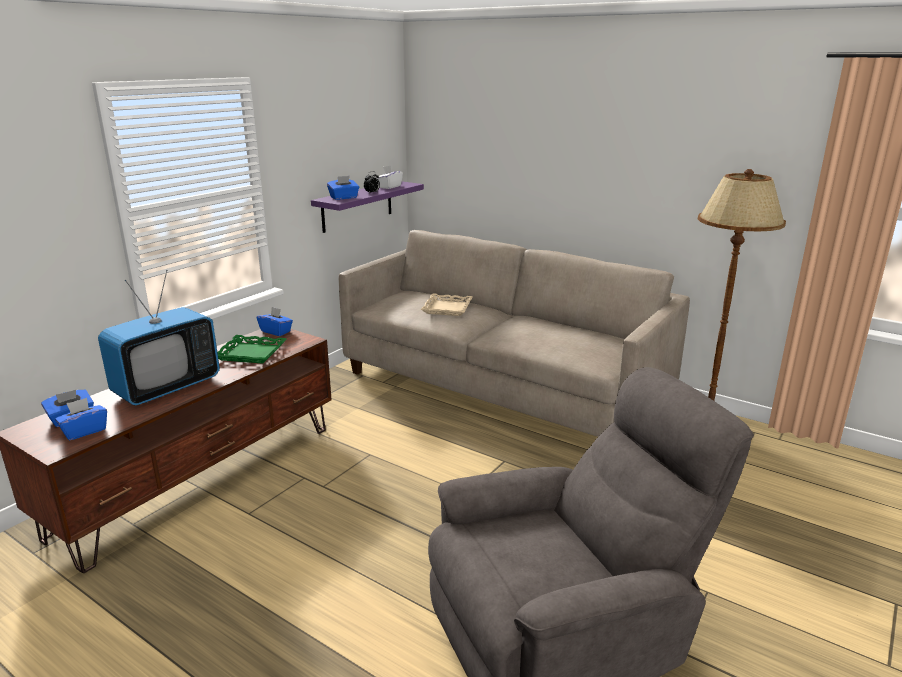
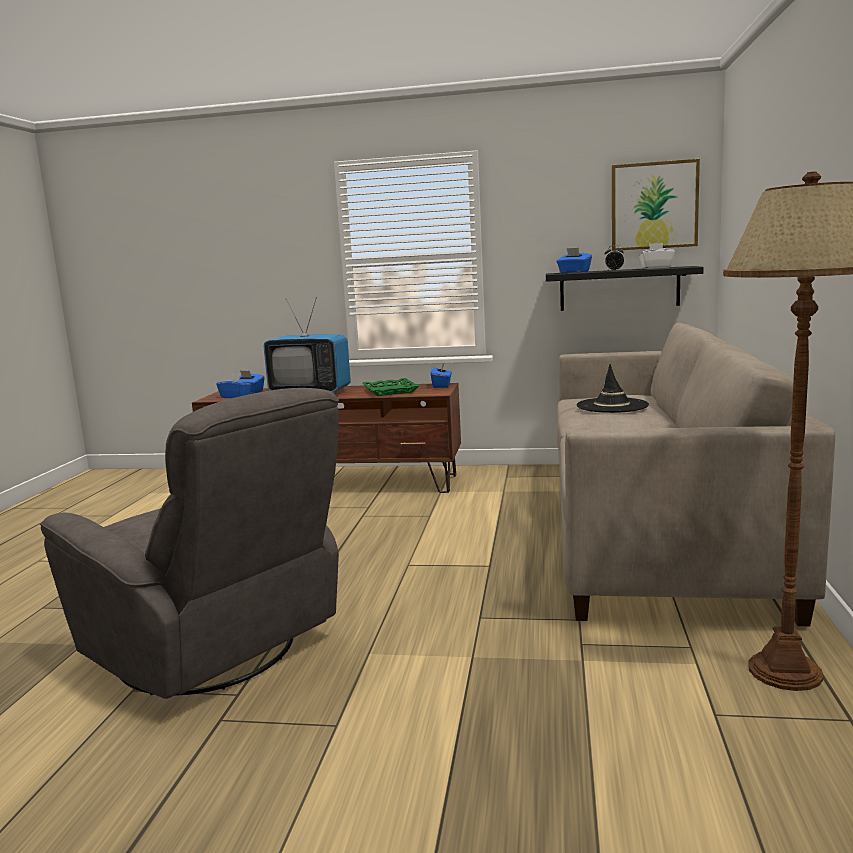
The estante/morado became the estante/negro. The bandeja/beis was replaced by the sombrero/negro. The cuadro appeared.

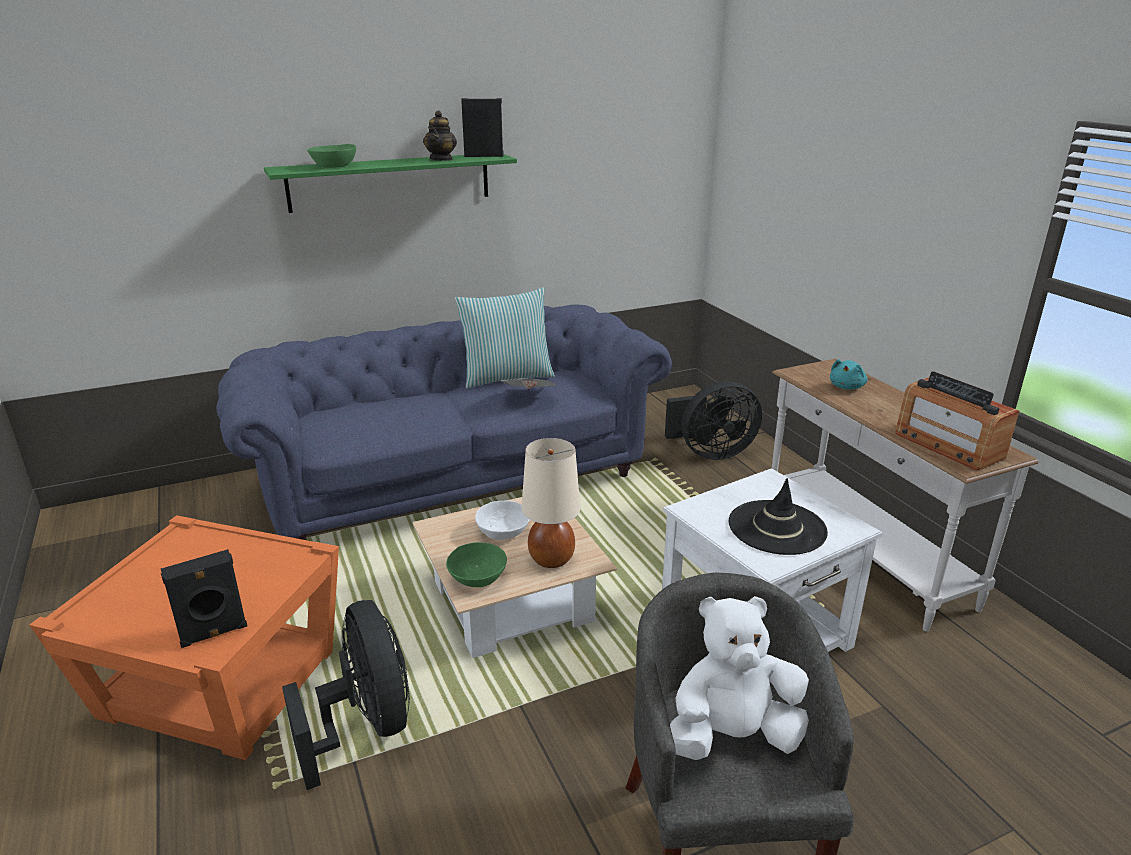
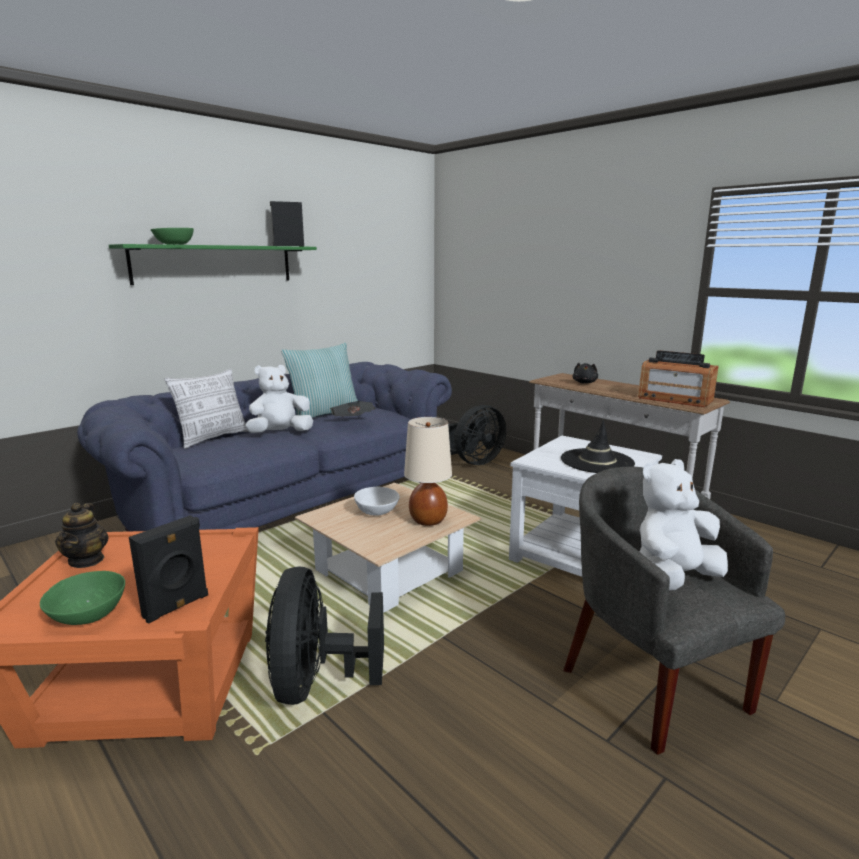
The ventilador/negro (1st from left) turned 135 degrees counterclockwise. The tetera moved. The cuenco/verde (2nd from left in the first image) moved. The peluche/turquesa became the peluche/negro. The cojín (1st from left) appeared. The peluche/blanco (1st from left) appeared.

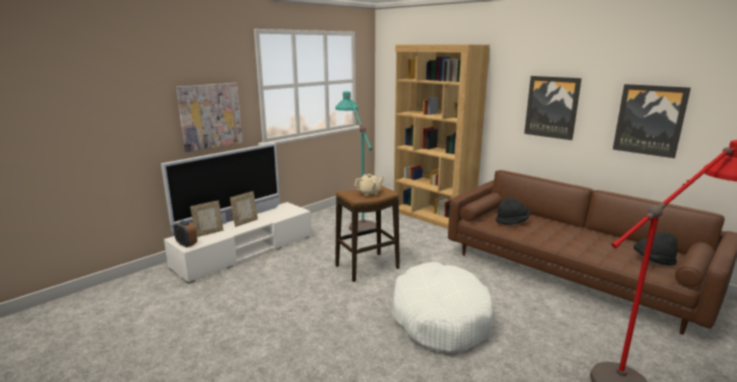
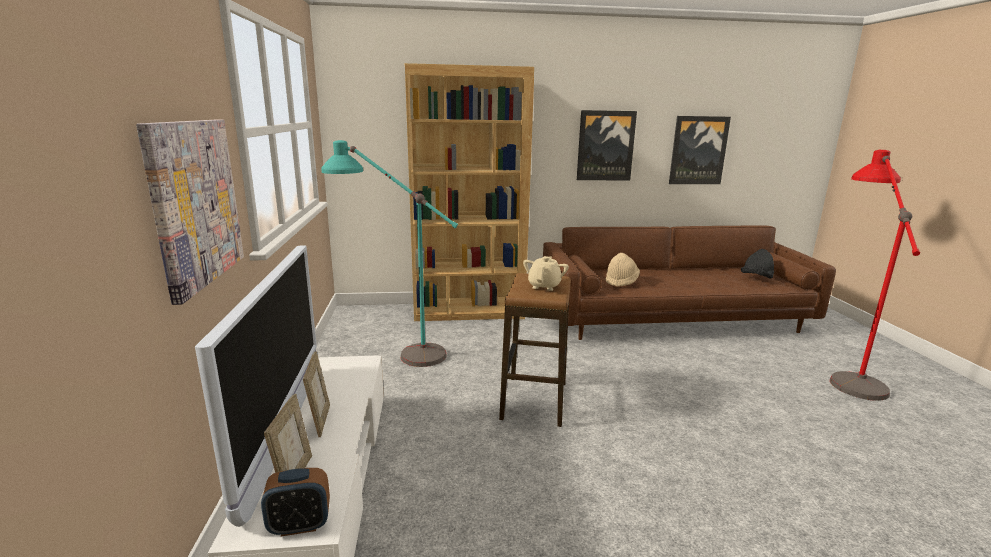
The cama para perro/blanco disappeared. The sombrero/negro (1st from left) became the sombrero/beis.

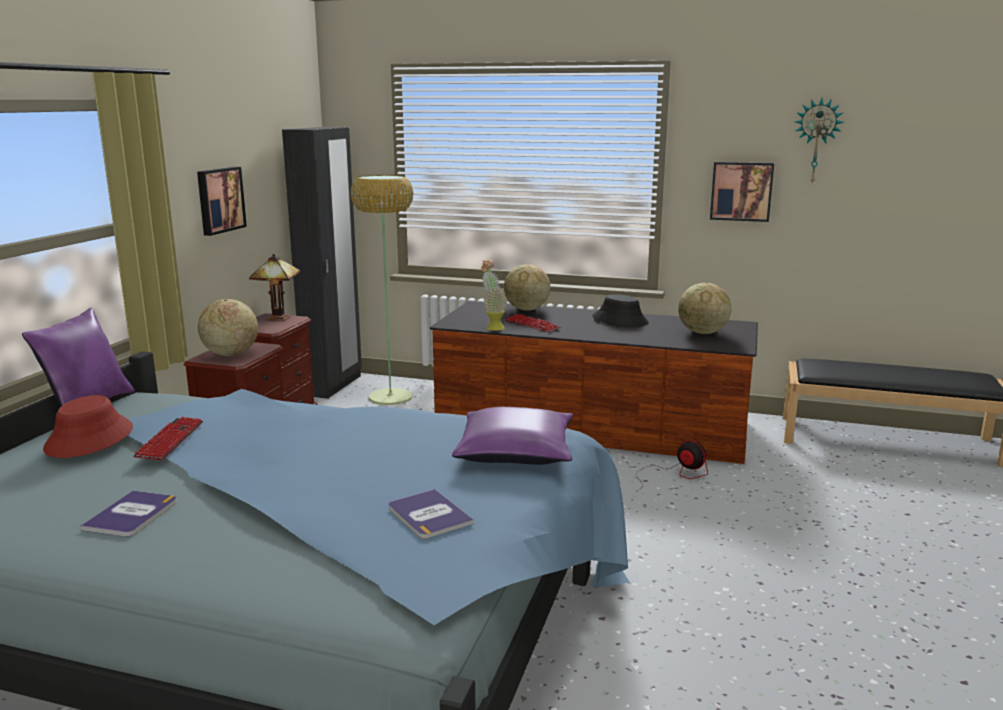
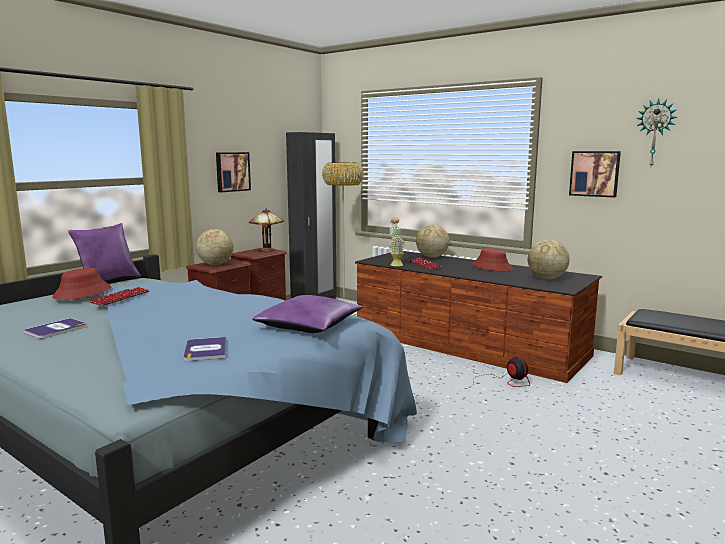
The sombrero/negro became the sombrero/rojo (2nd from left).

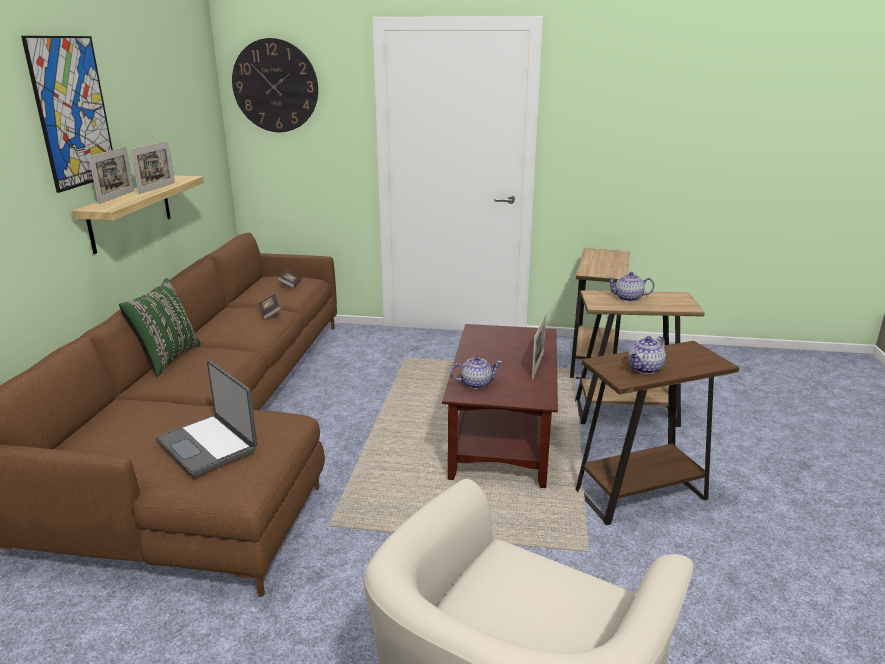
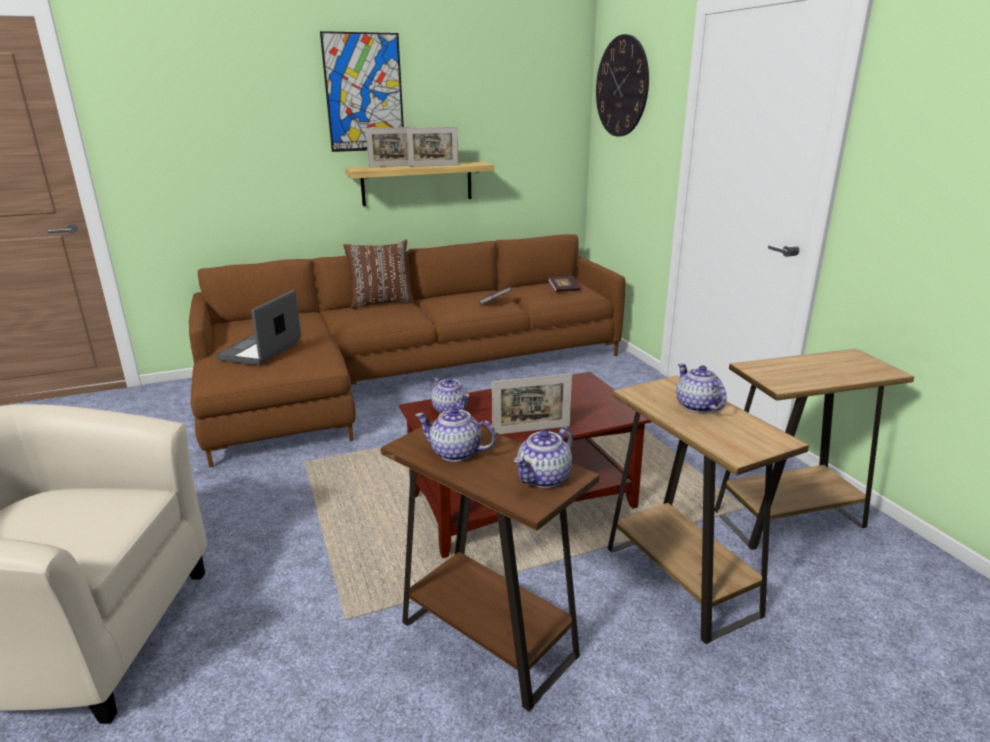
The cojín/verde became the cojín/marrón. The tetera (3rd from left) appeared.

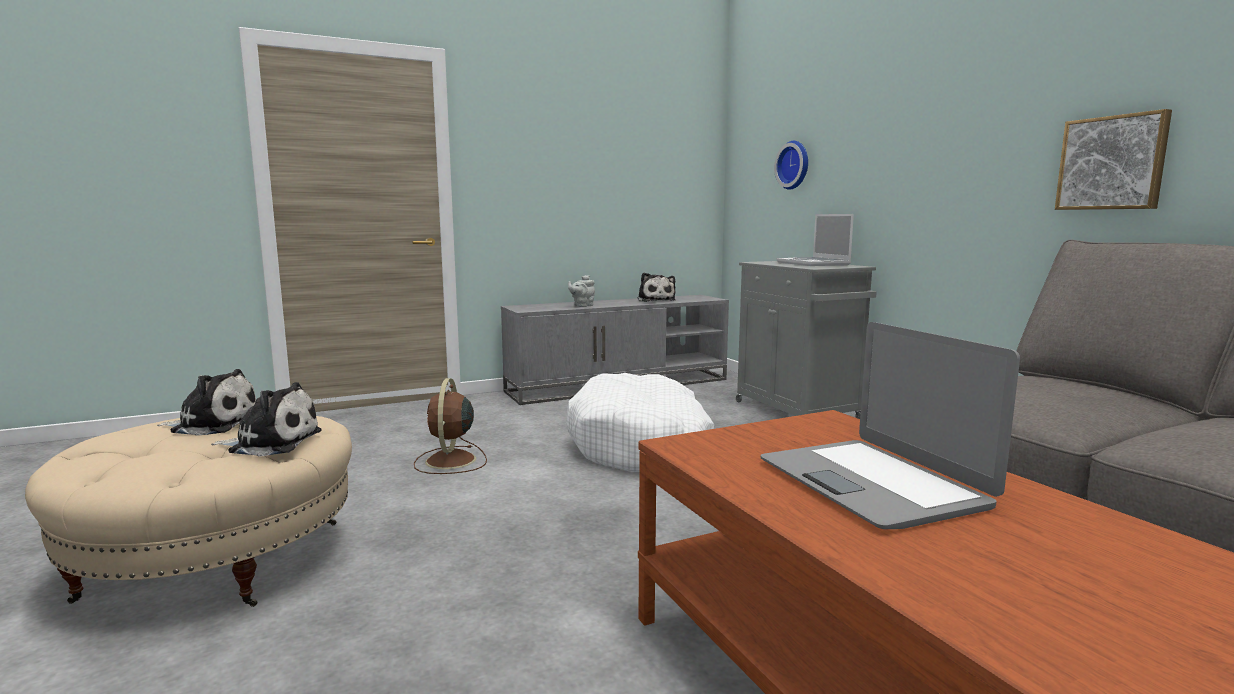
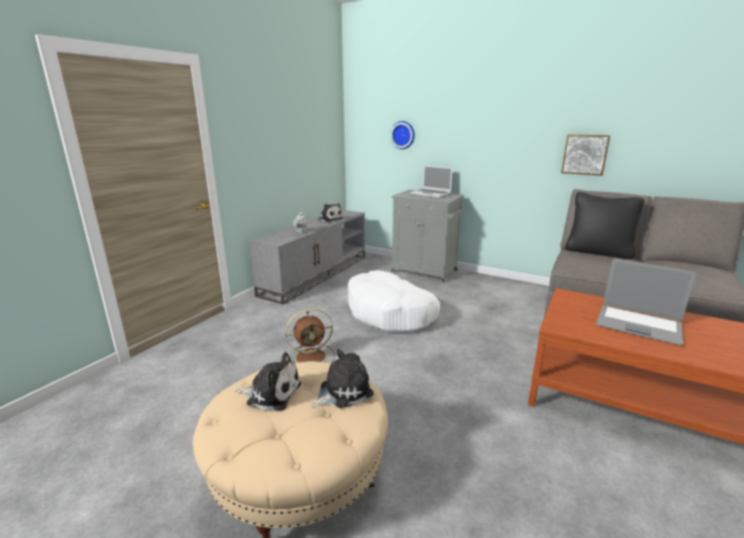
The peluche (1st from left) turned 45 degrees clockwise. The ventilador/marrón turned 75 degrees counterclockwise. The cojín/negro appeared.

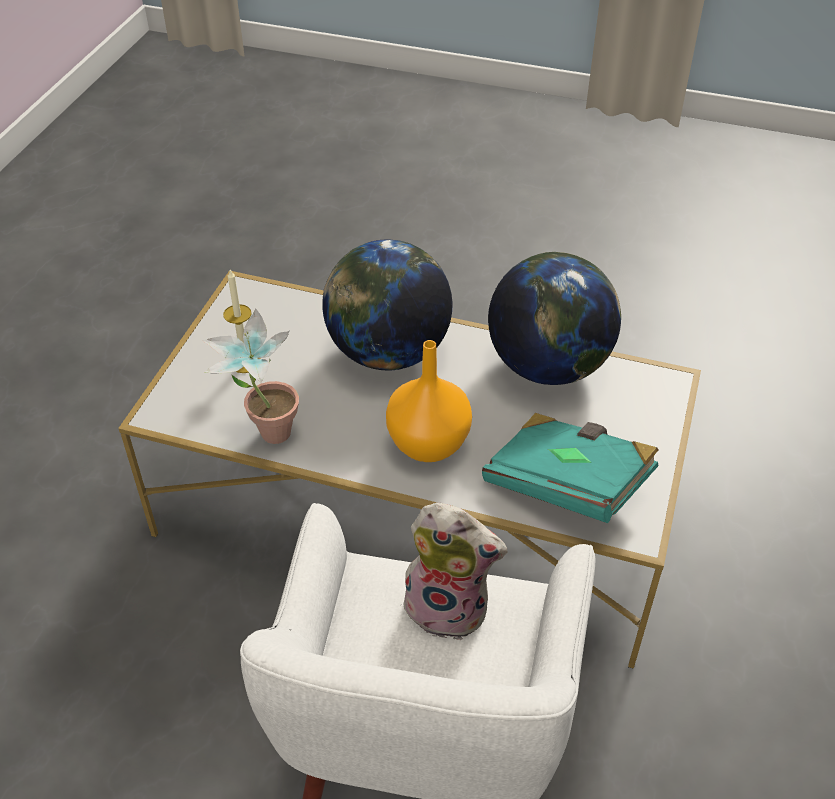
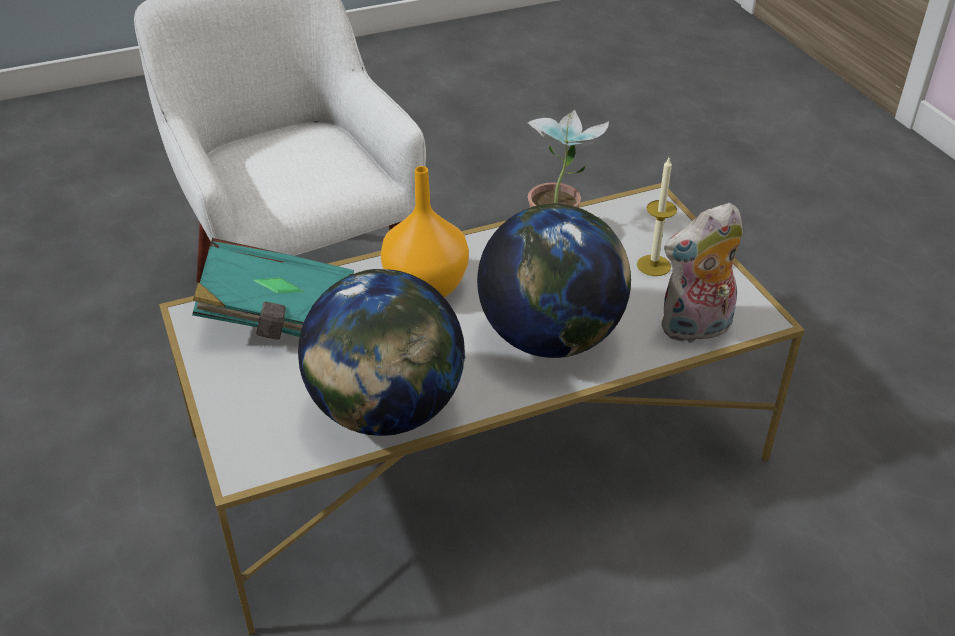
The peluche moved.

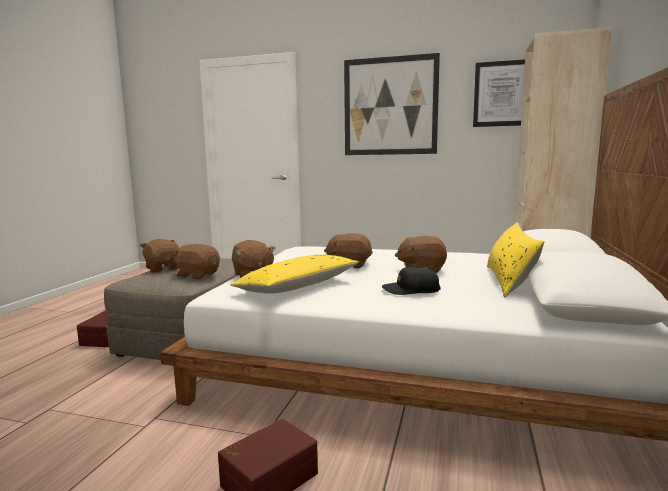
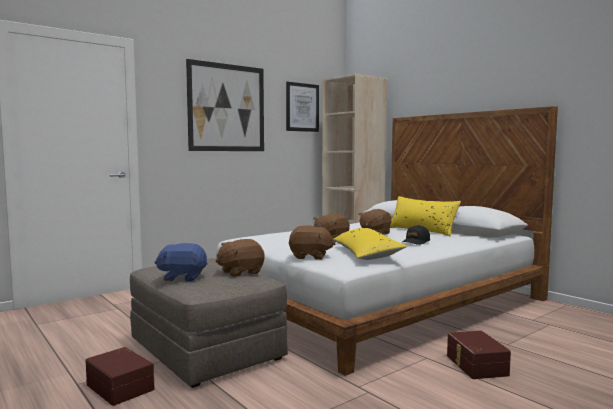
The peluche/marrón (1st from left) became the peluche/azul.

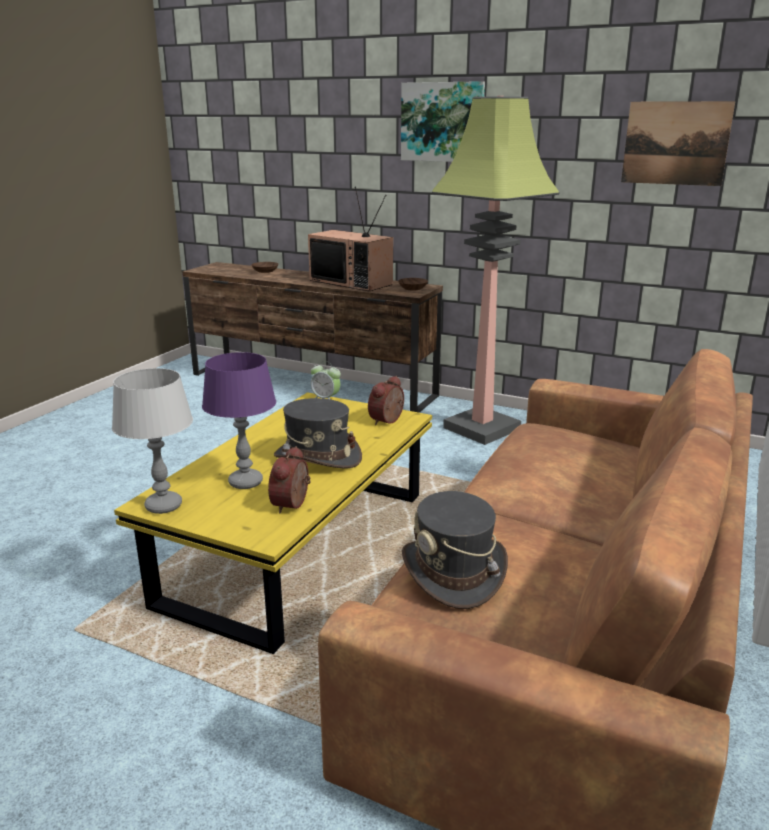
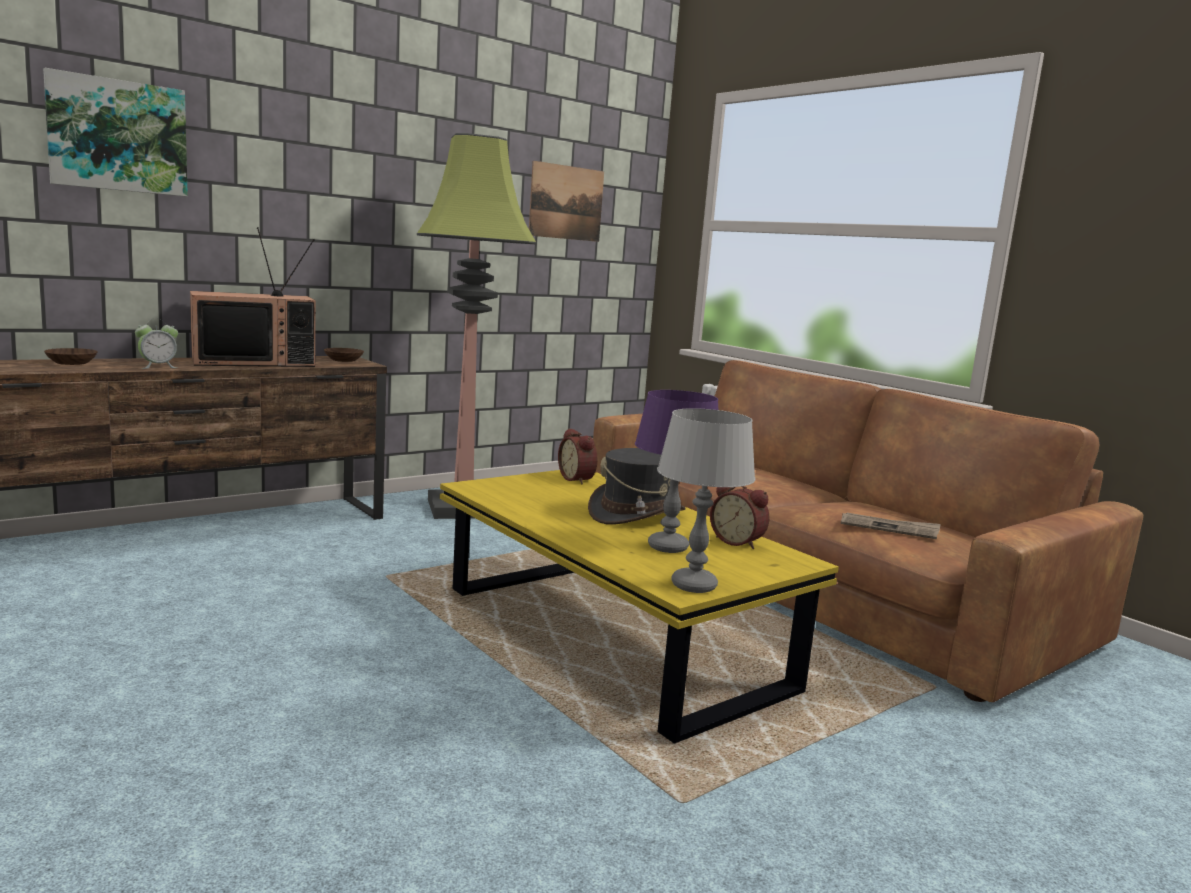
The despertador (2nd from left in the first image) moved. The cuadro (1st from left) moved. The sombrero/gris (2nd from left) was replaced by the periódico.

